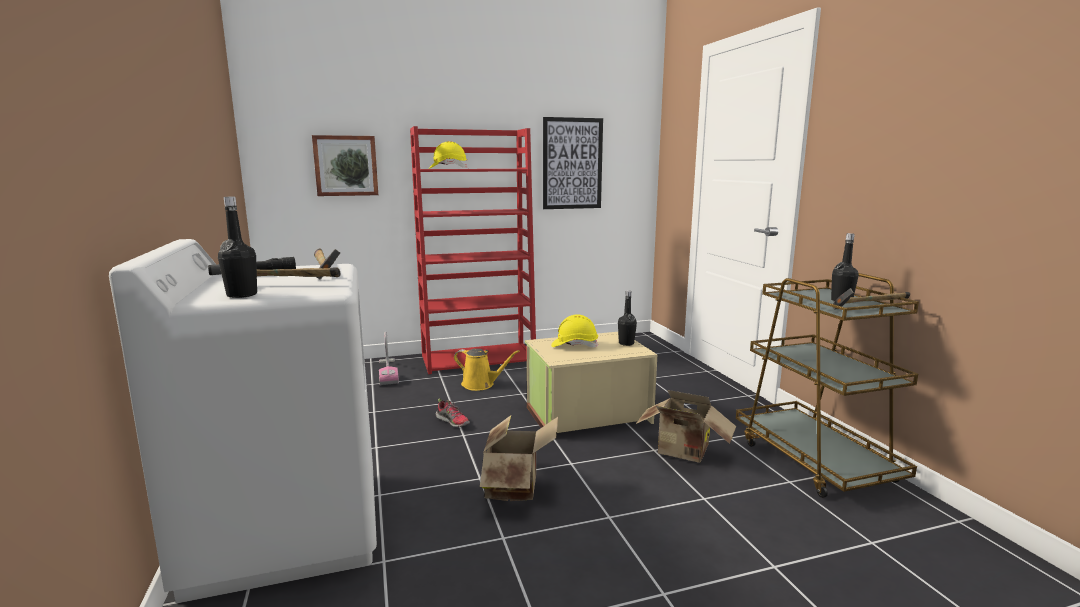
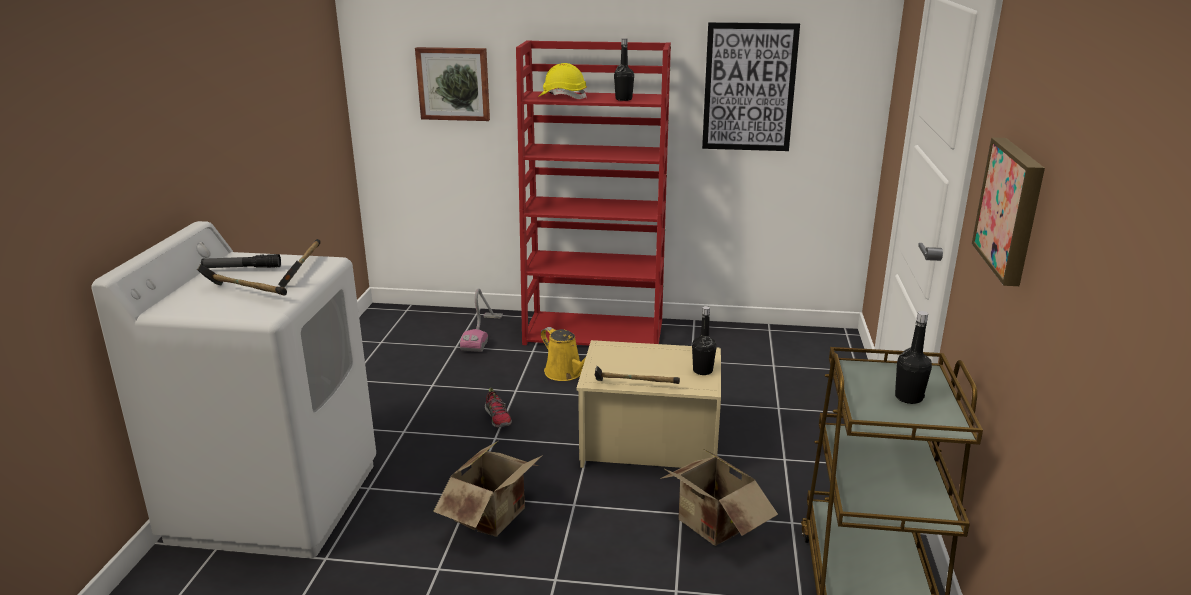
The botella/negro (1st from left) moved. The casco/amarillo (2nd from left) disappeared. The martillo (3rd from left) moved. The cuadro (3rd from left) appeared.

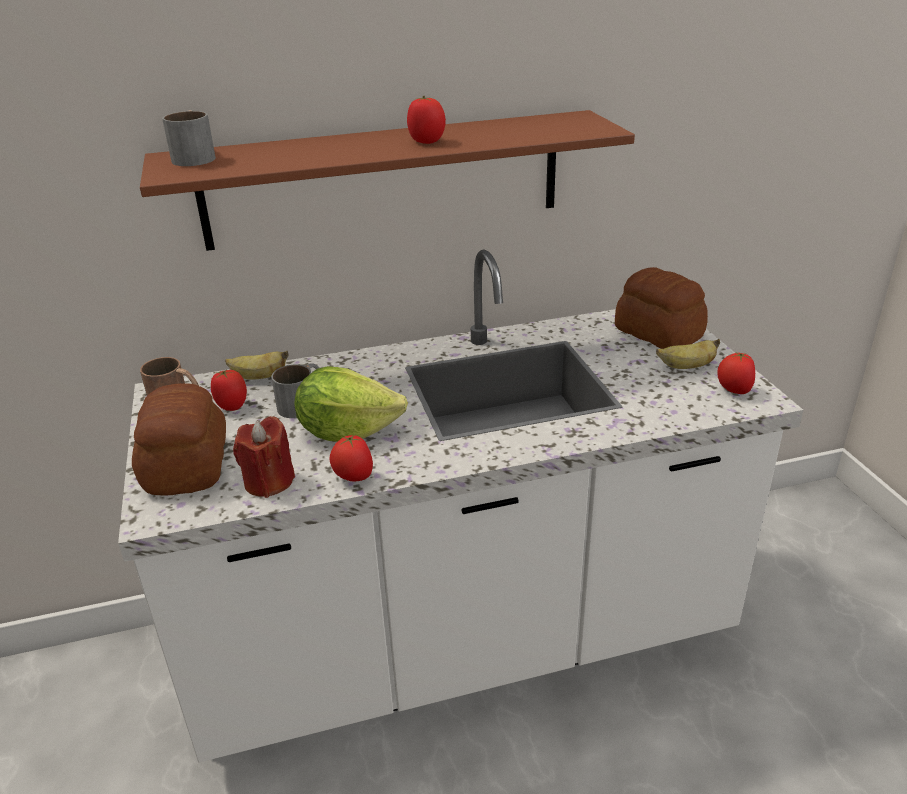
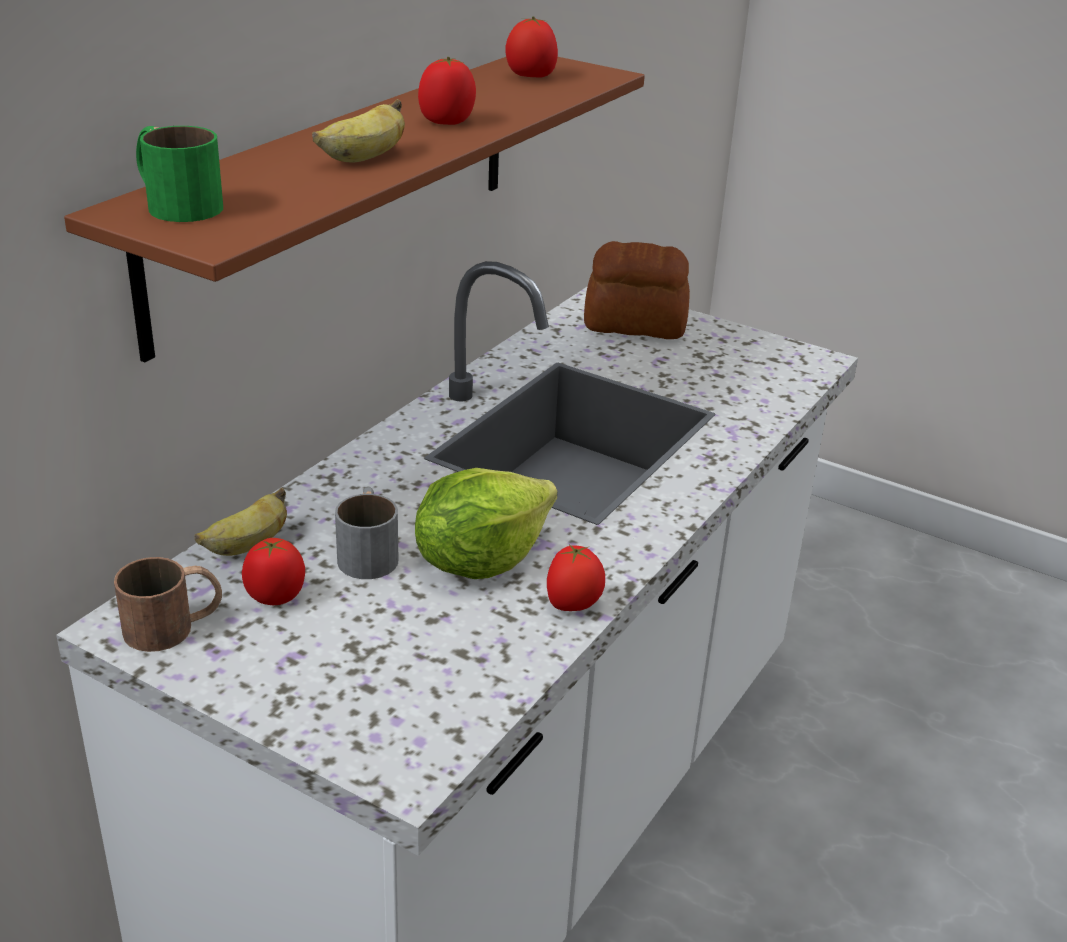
The pan (1st from left) disappeared. The taza grande/gris (1st from left) became the taza grande/verde. The vela/rojo disappeared. The plátano (2nd from left) moved. The tomate (4th from left in the first image) moved.

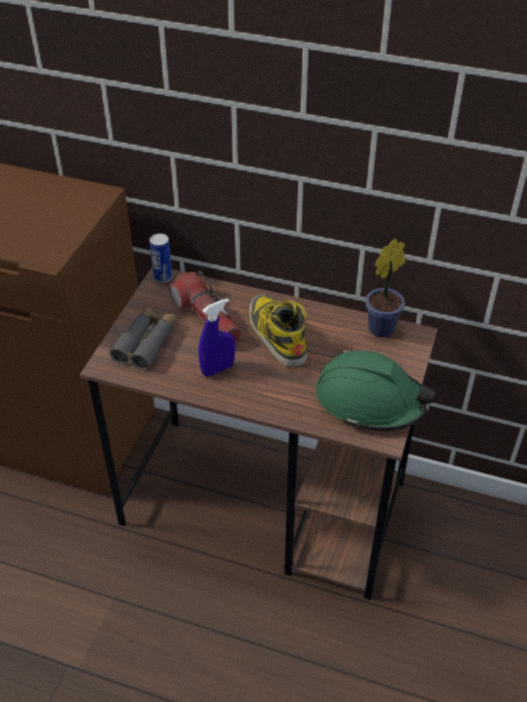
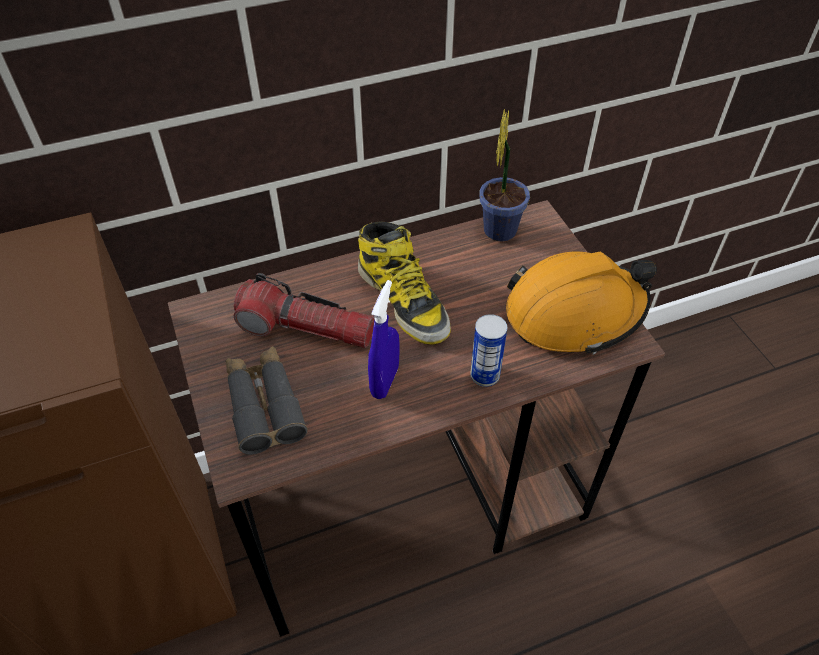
The lata moved. The bota turned 150 degrees counterclockwise. The casco/verde became the casco/naranja.

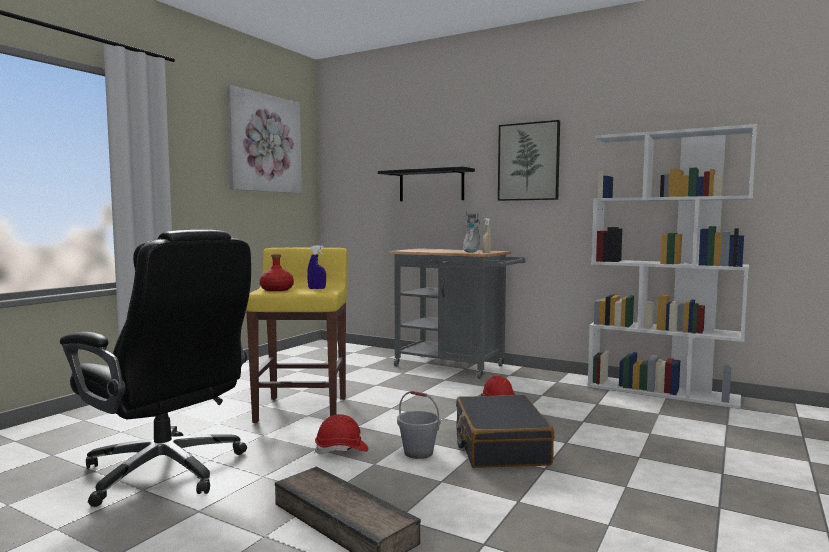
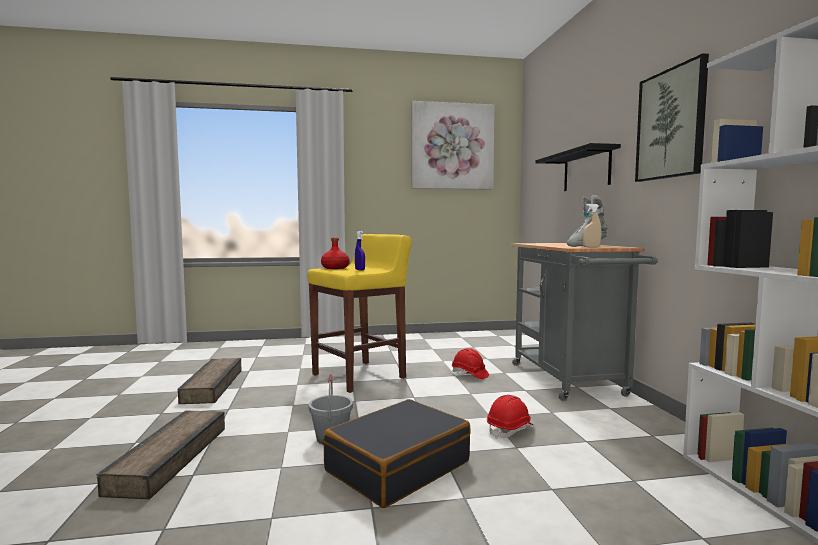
The silla de oficina/negro was replaced by the caja de embalaje (2nd from left). The casco/rojo (1st from left) moved.

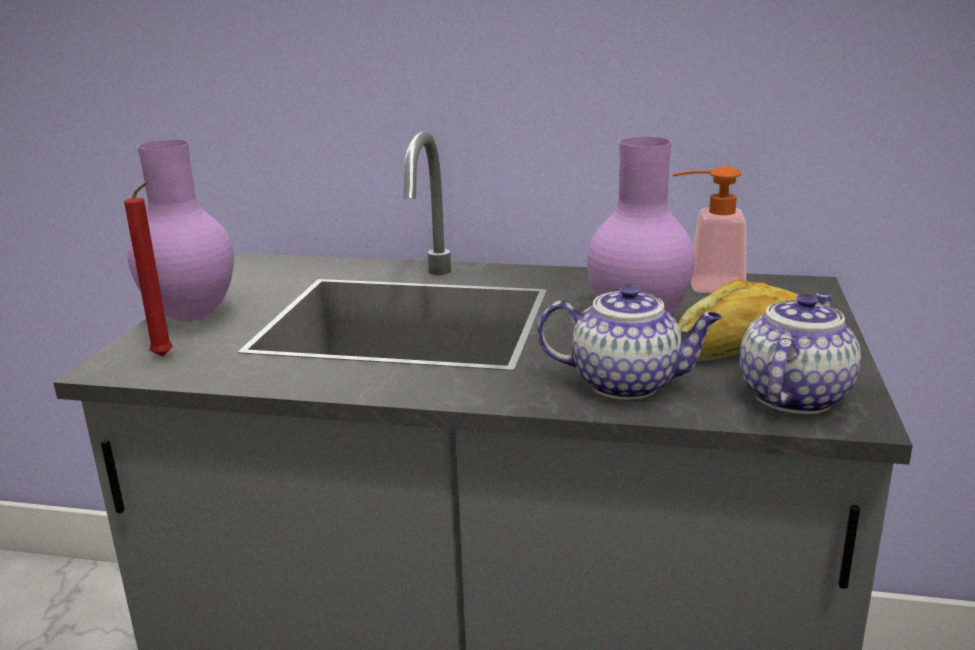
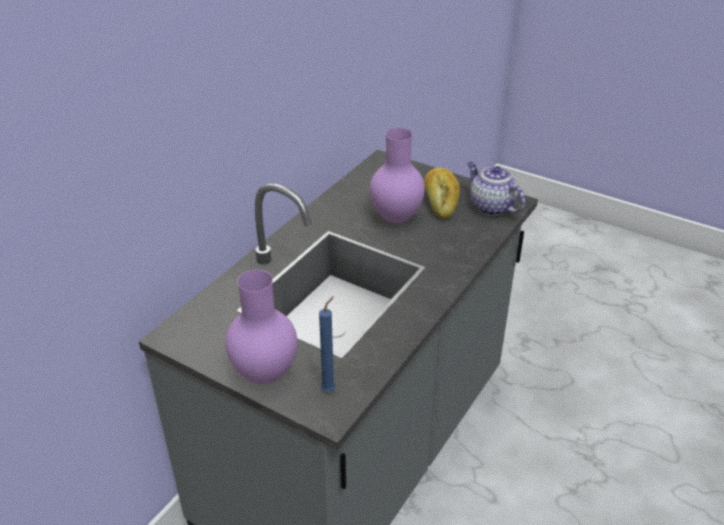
The vela/rojo became the vela/azul. The tetera (1st from left) disappeared. The dispensador de jabón disappeared.

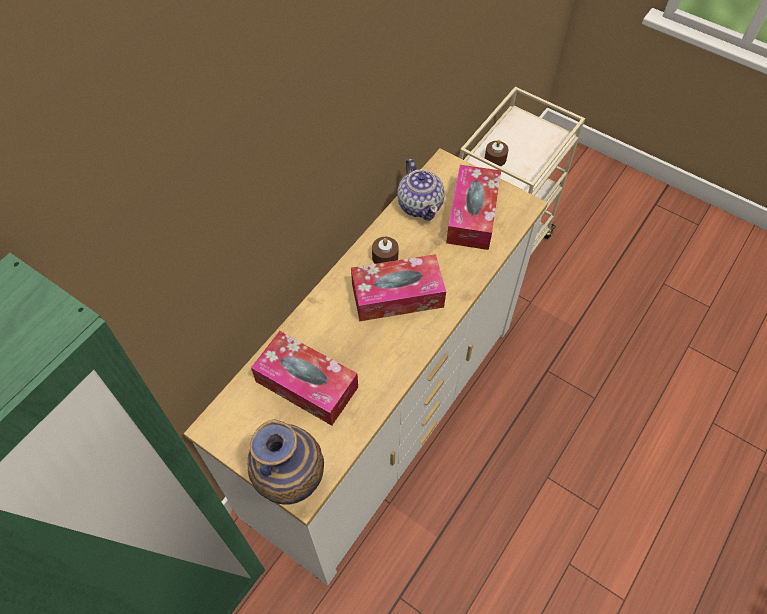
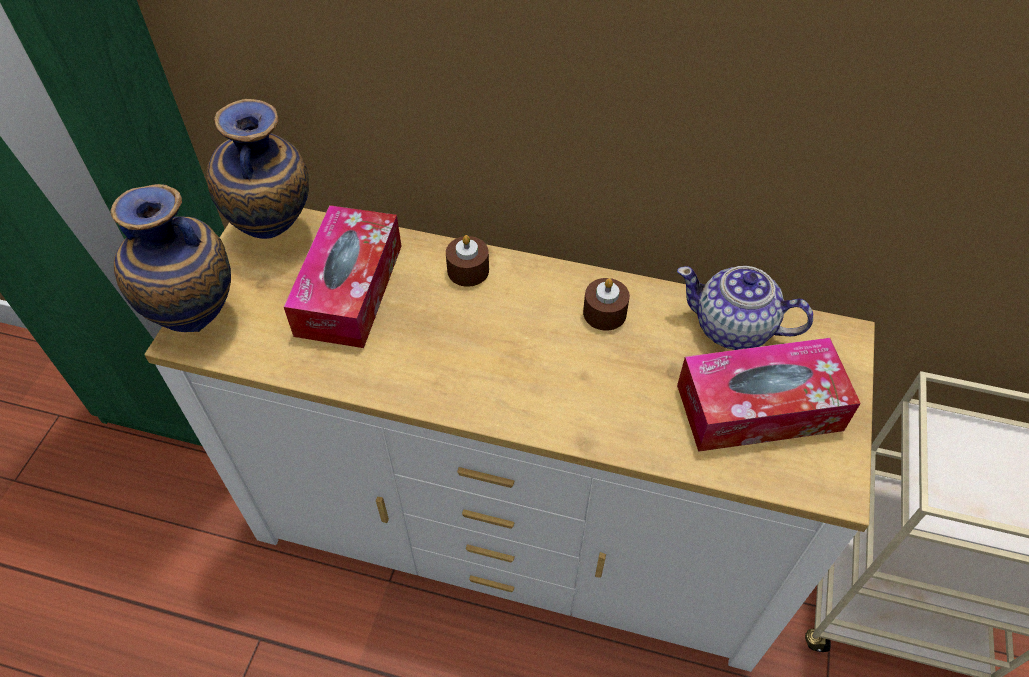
The caja de pañuelos (2nd from left) disappeared. The tetera turned 60 degrees clockwise. The vela/marrón (2nd from left in the first image) moved. The florero (2nd from left) appeared.

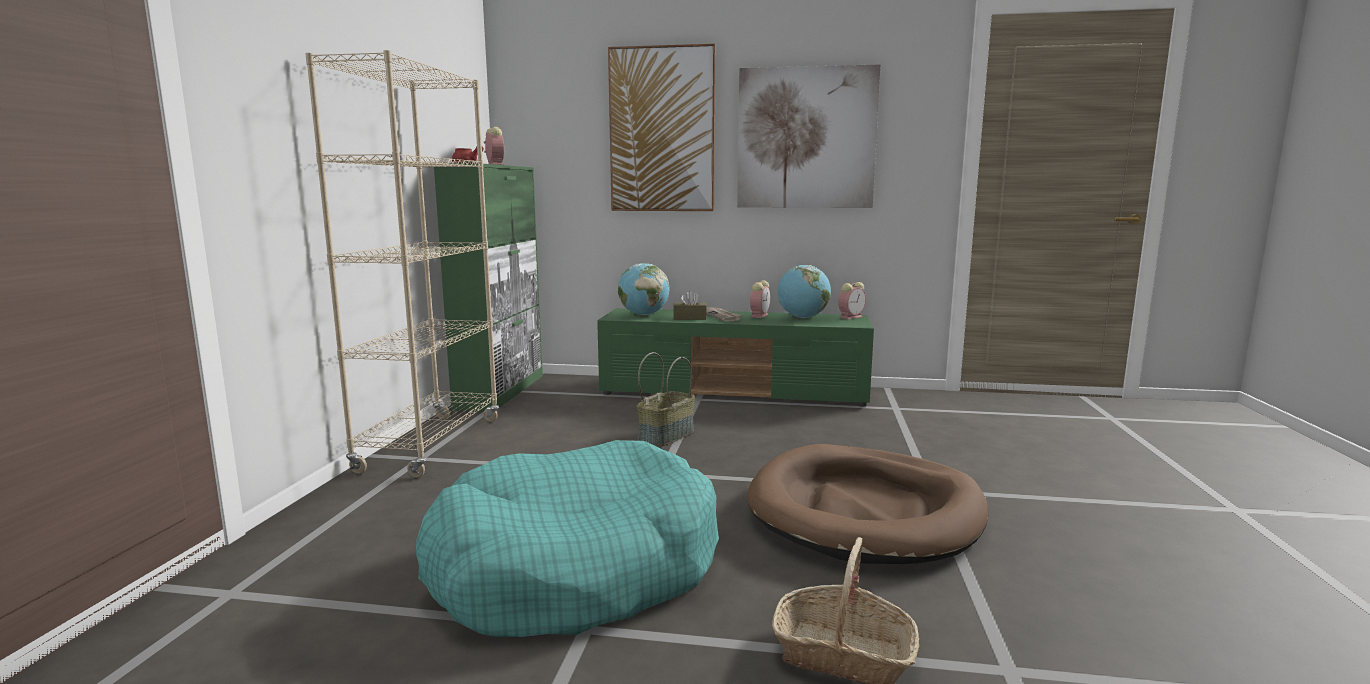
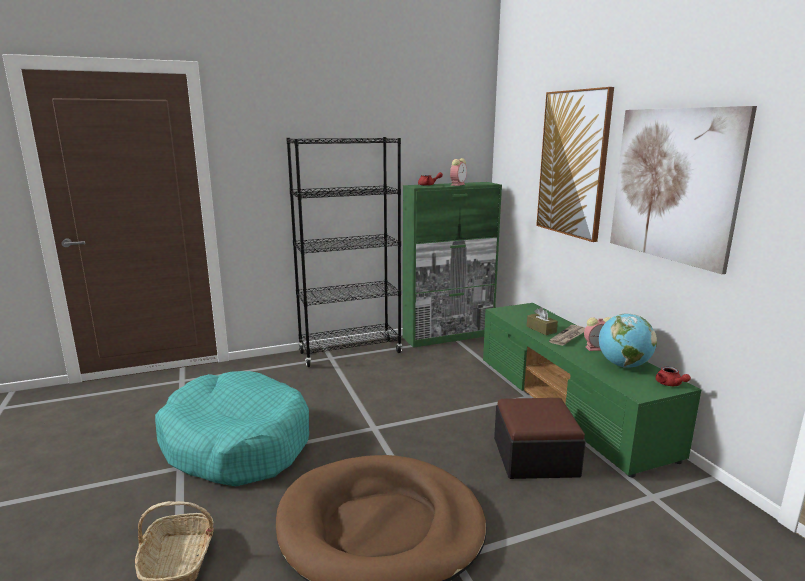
The estantería/beis became the estantería/negro. The globo terráqueo (1st from left) disappeared. The cesta (1st from left) disappeared. The despertador (3rd from left) was replaced by the tetera/rojo (2nd from left). The puf appeared.

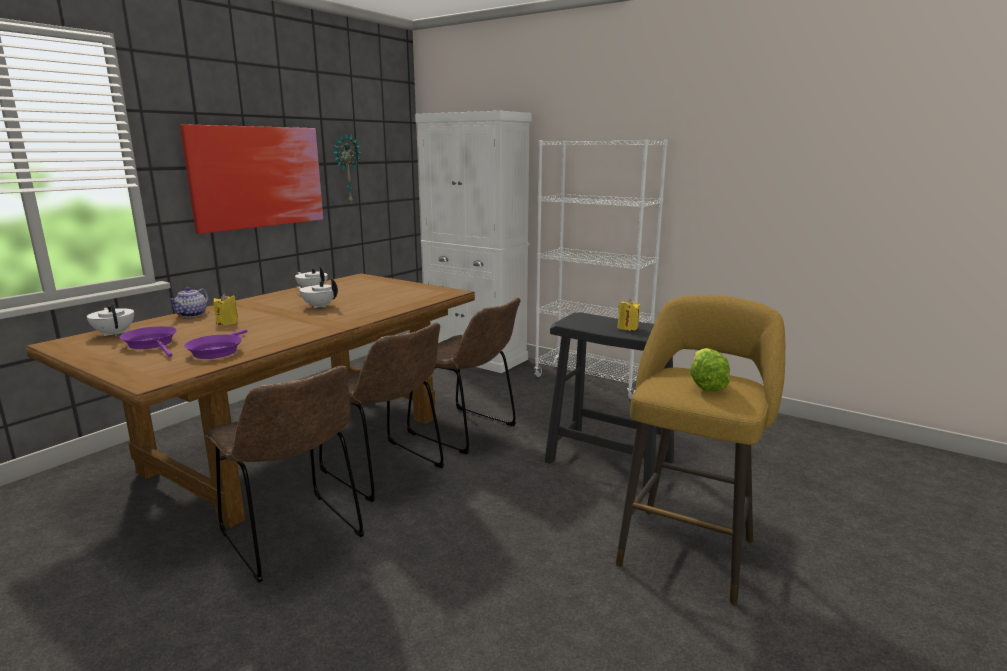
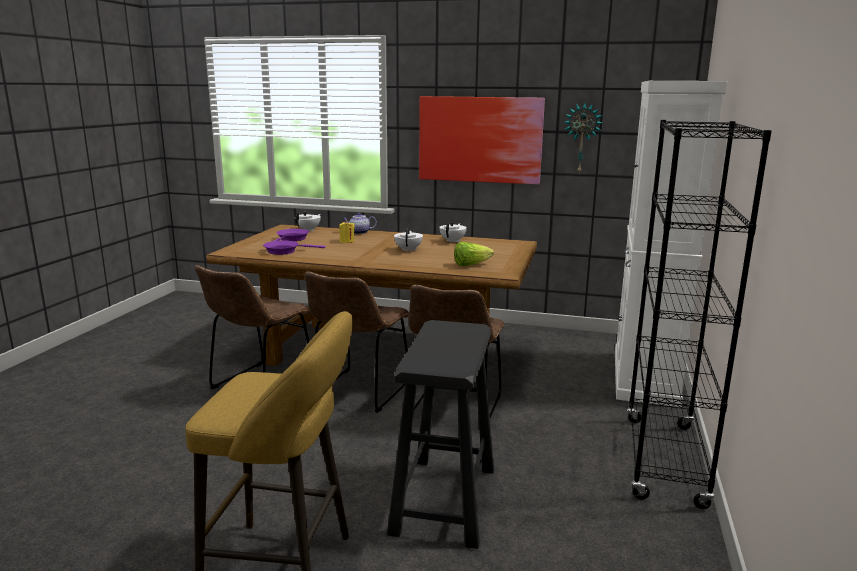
The estantería/blanco became the estantería/negro. The vela/amarillo (2nd from left) disappeared. The lechuga moved.

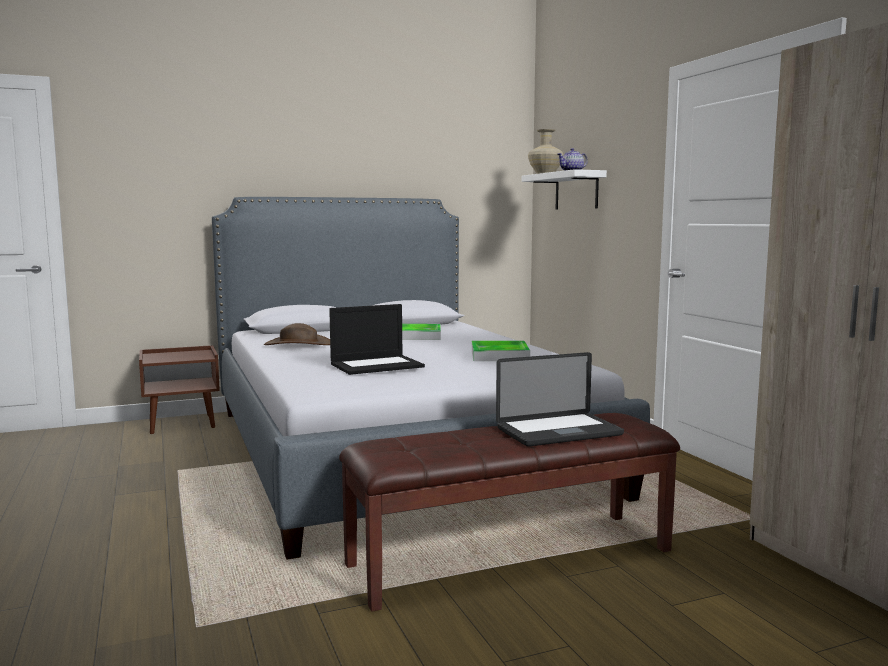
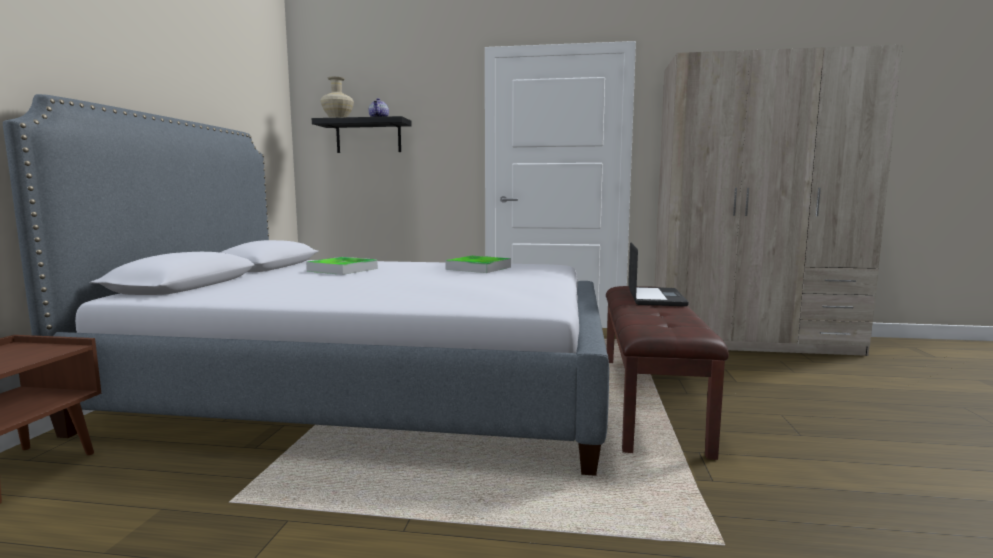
The sombrero/marrón disappeared. The portátil (1st from left) disappeared. The estante/blanco became the estante/negro.

